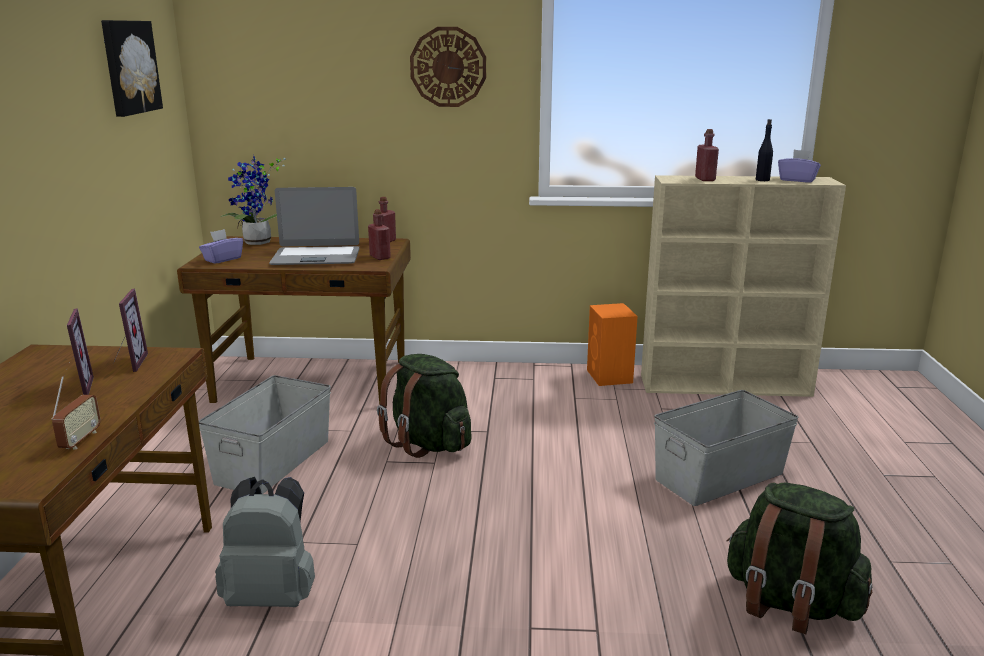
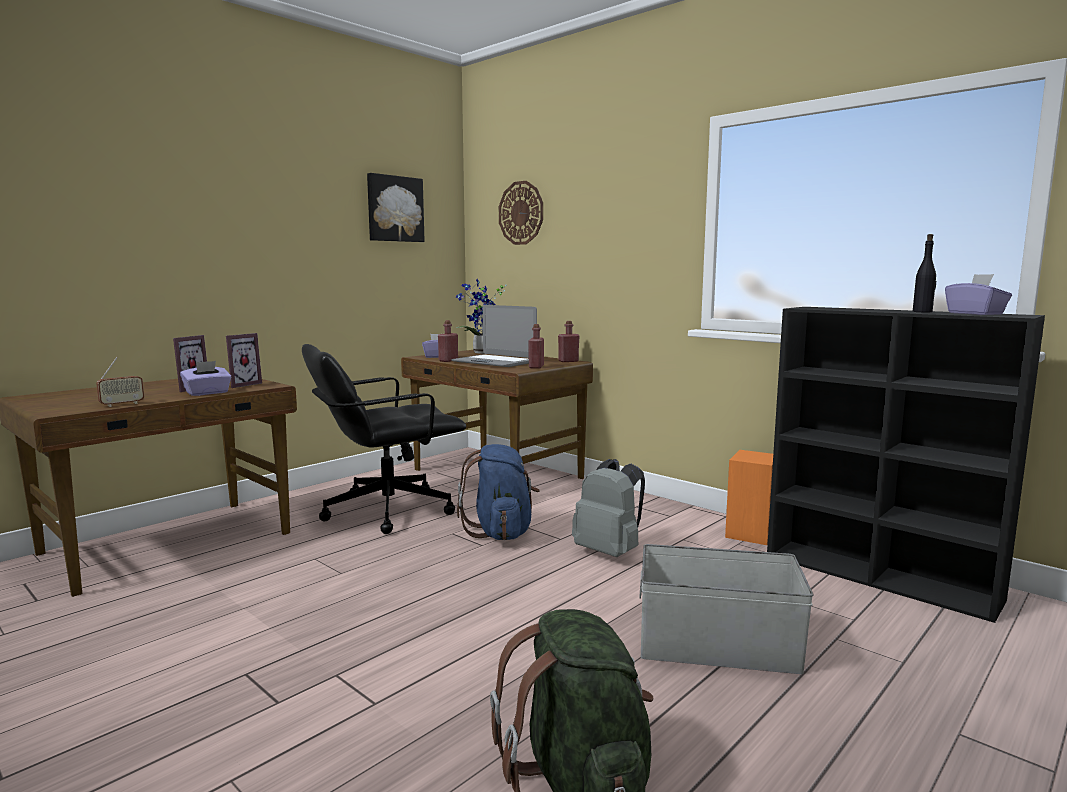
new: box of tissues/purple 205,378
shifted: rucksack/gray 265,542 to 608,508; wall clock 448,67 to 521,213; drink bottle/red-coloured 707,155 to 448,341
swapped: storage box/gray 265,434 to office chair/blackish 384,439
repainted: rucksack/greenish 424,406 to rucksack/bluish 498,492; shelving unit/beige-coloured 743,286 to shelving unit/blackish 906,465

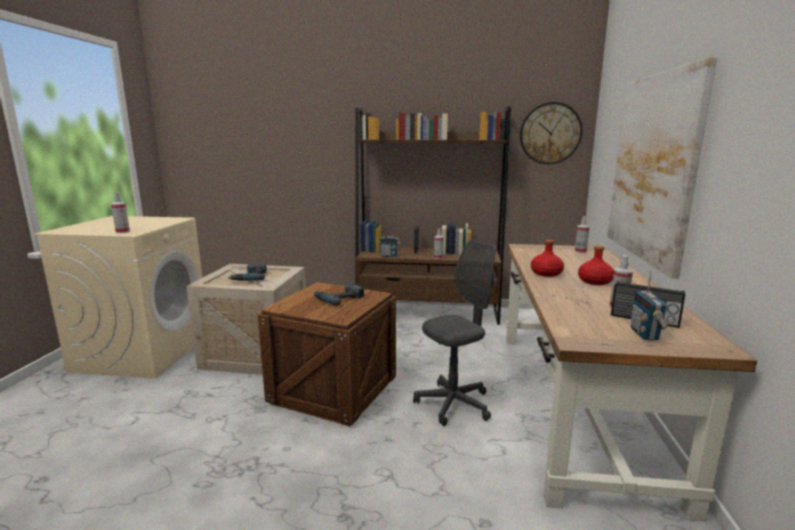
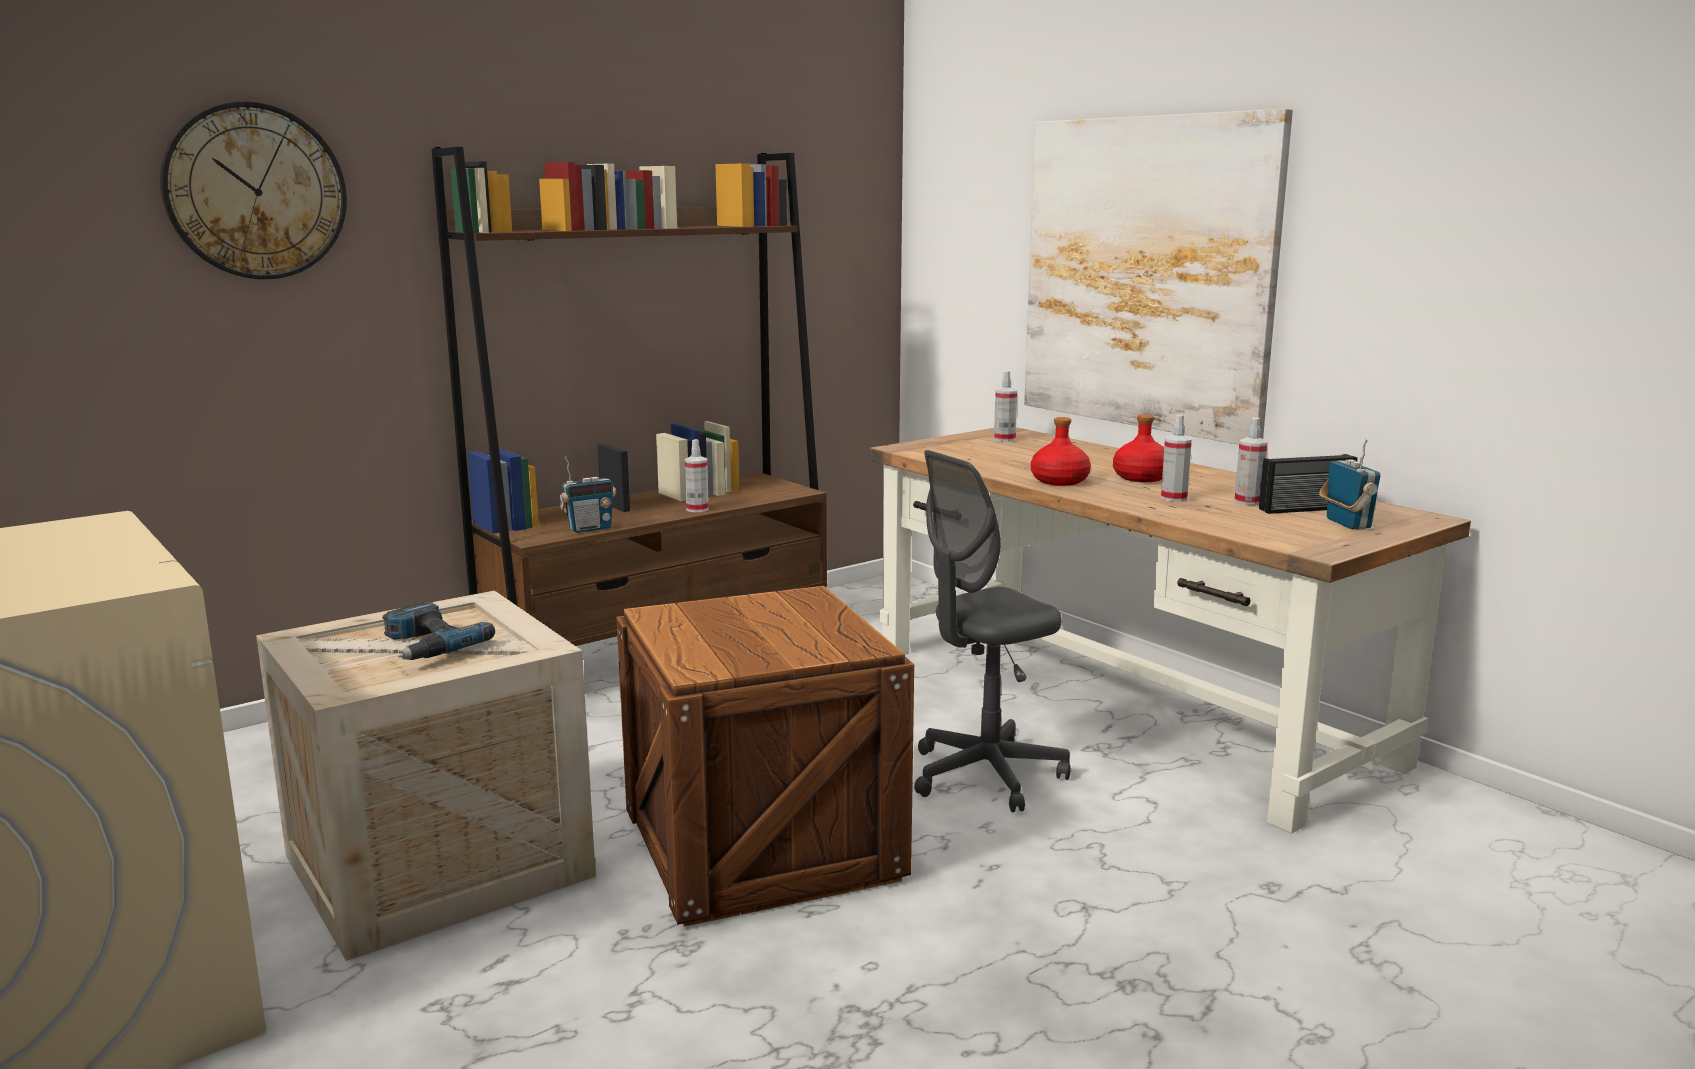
gone: power drill 338,294
shifted: hand sprayer 120,212 to 1176,458; wall clock 551,133 to 253,190
rotated: office chair/gray 454,333 = 992,631 135 degrees counterclockwise; radio 649,305 = 1349,484 150 degrees counterclockwise

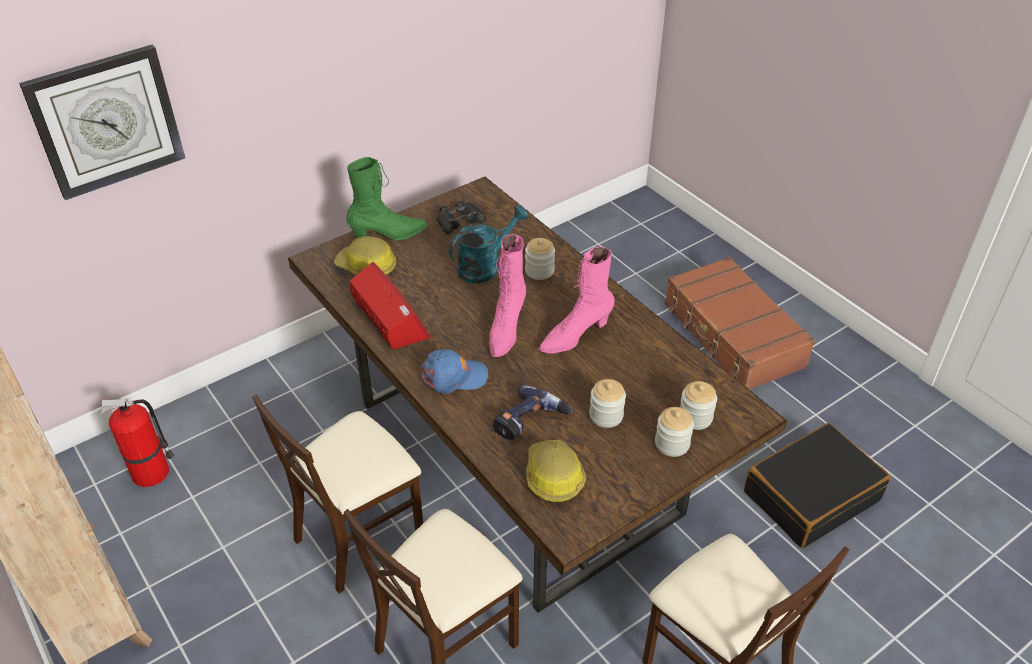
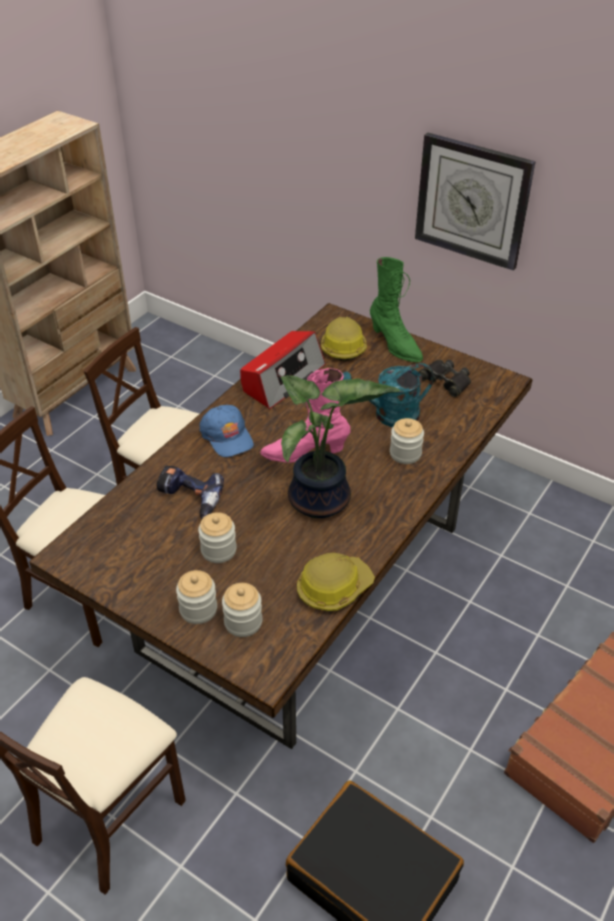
gone: fire extinguisher 137,443
shifted: wall clock 102,122 to 475,202; work helmet 556,471 to 336,582
swapped: high-top boot/pinkish 577,300 to plant in a pot 340,446
rotated: sprinkling can/blue-green 489,244 = 388,395 135 degrees clockwise

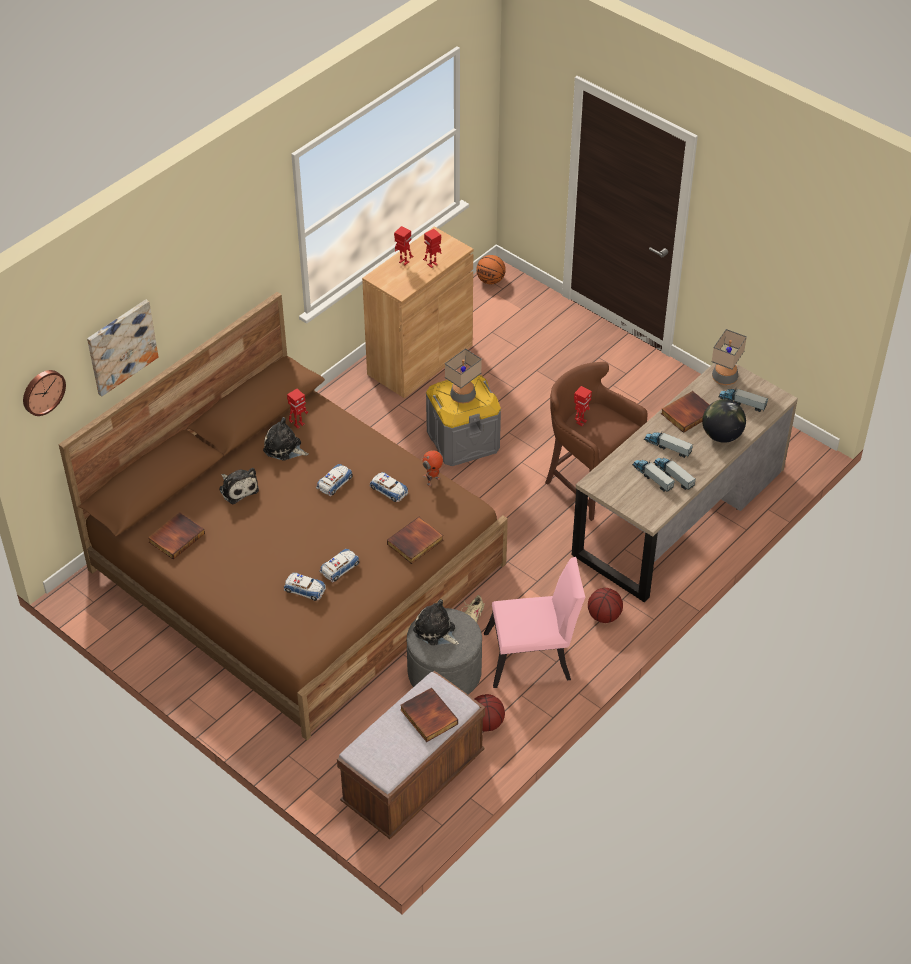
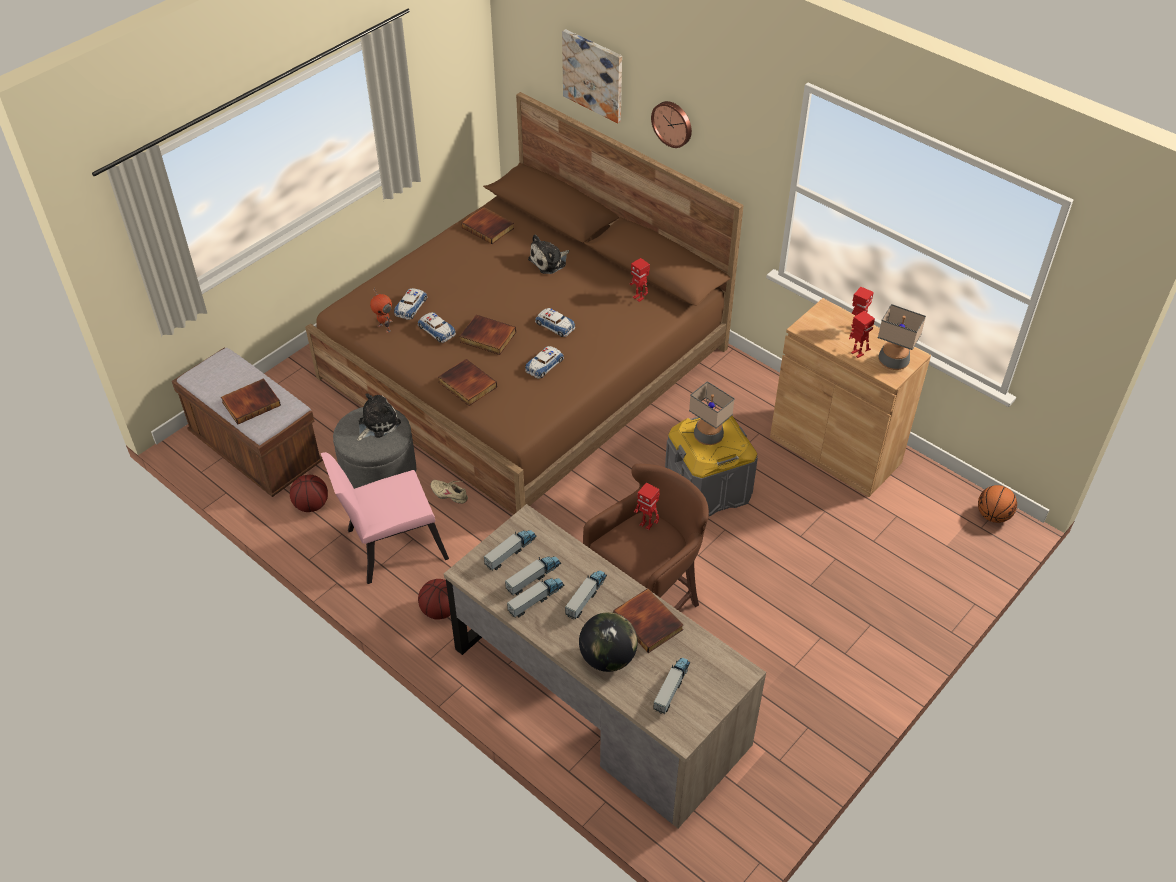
gone: soft toy 286,439
new: book 487,335; toy truck 510,550
shifted: wall clock 44,393 to 671,124; model robot 433,468 to 381,310; lamp for a table 729,357 to 902,337
rotated: upright chair/pinkish 534,622 = 385,518 75 degrees clockwise

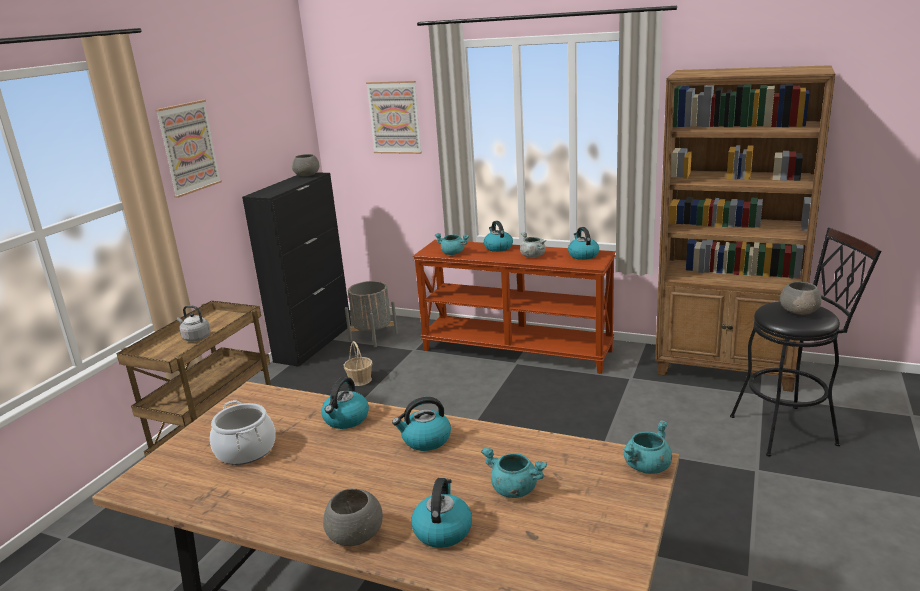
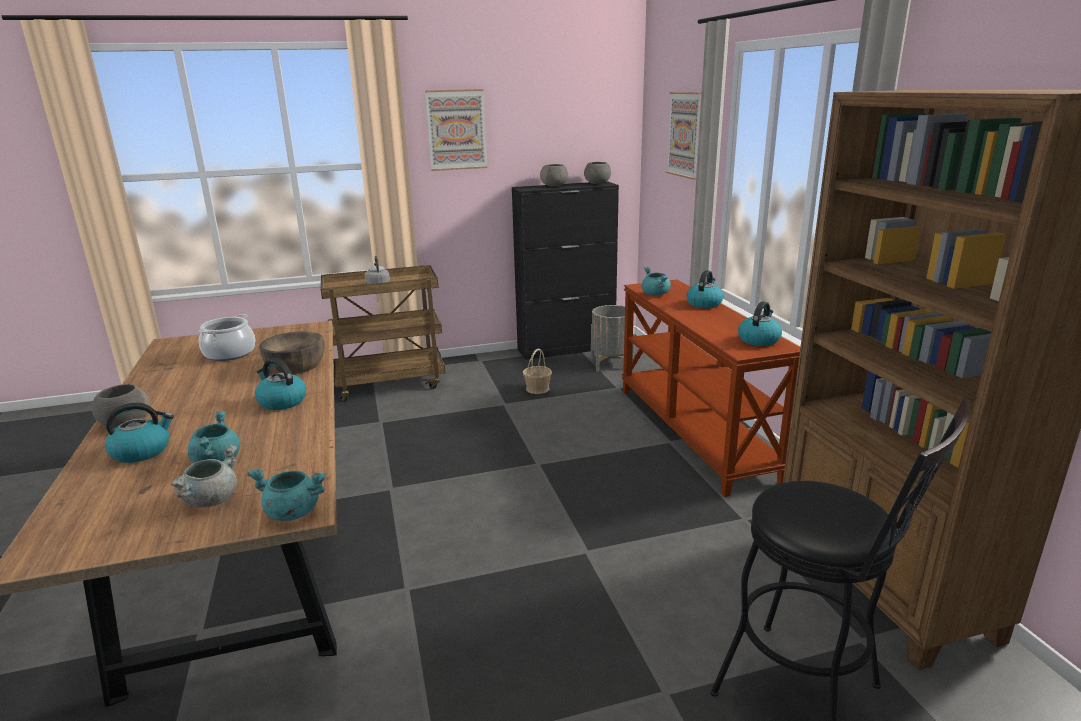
shifted: saucepot/gray 533,245 to 203,476; bowl/gray 801,298 to 554,175
swapped: kettle 345,403 to bowl/brown 292,352

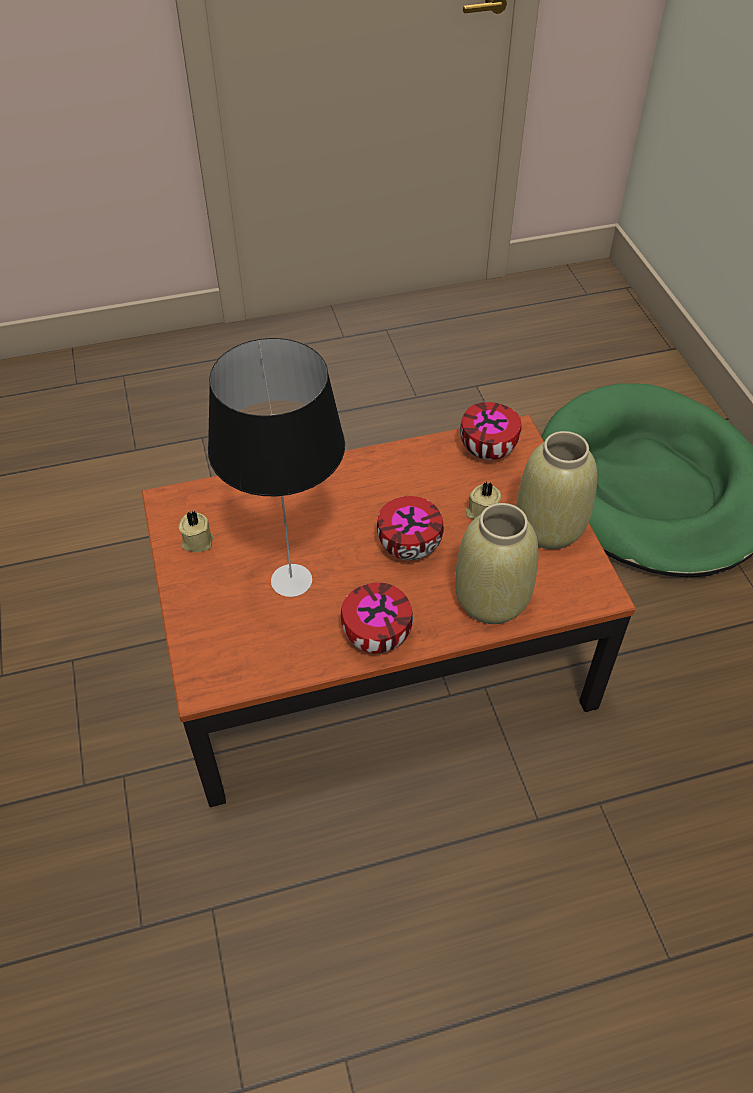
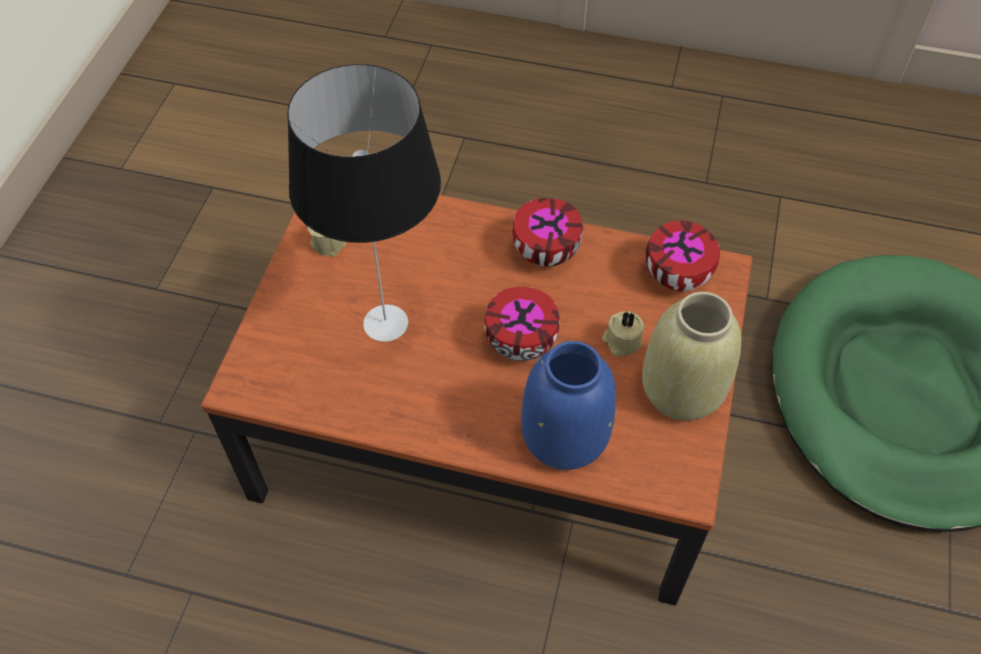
shifted: bowl 377,618 to 547,232
repainted: flower vase/beige-coloured 496,563 to flower vase/bluish 568,405

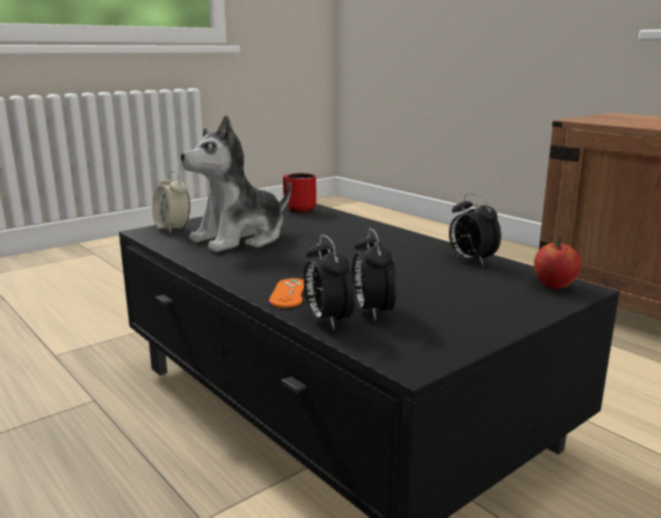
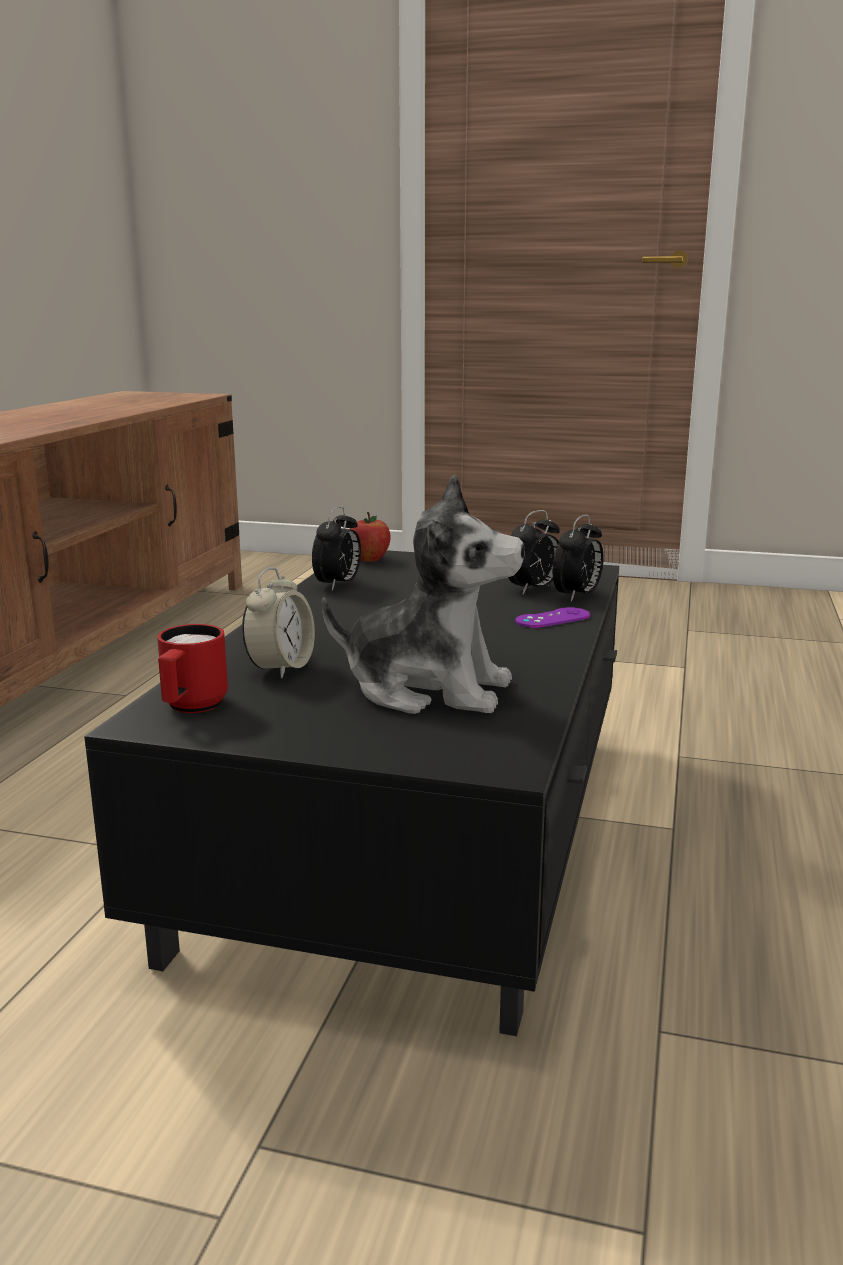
shifted: bedside clock 171,201 to 278,623
repainted: joypad/orange-coloured 286,293 to joypad/purple 552,617

